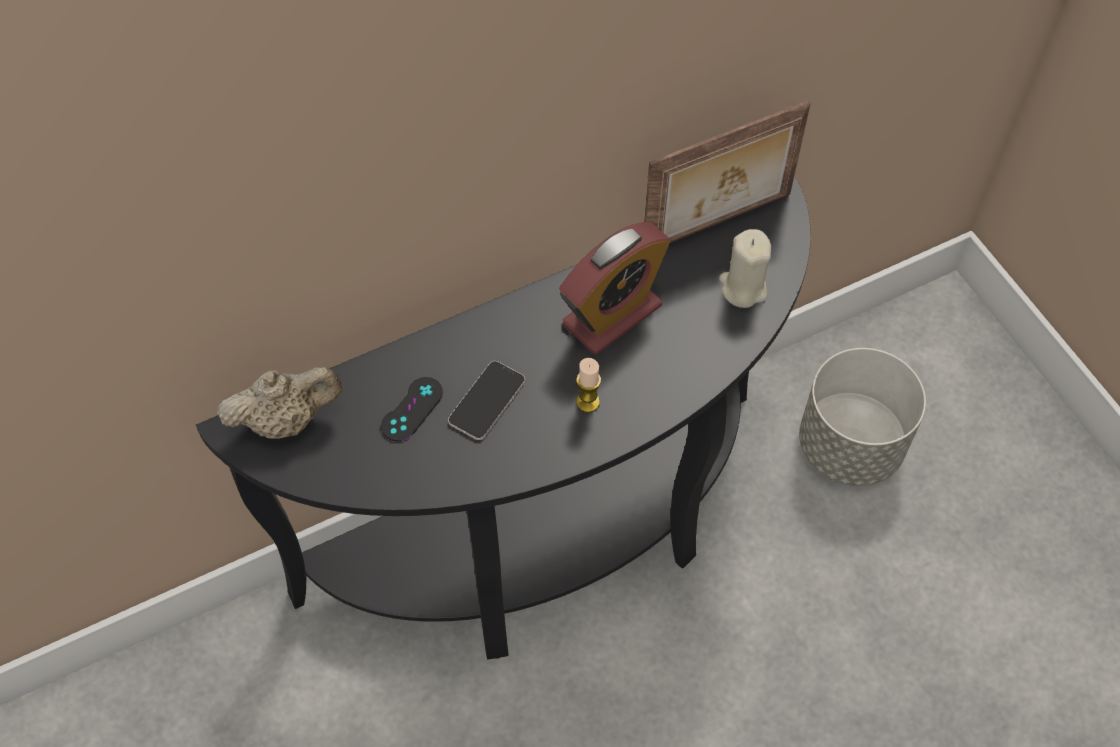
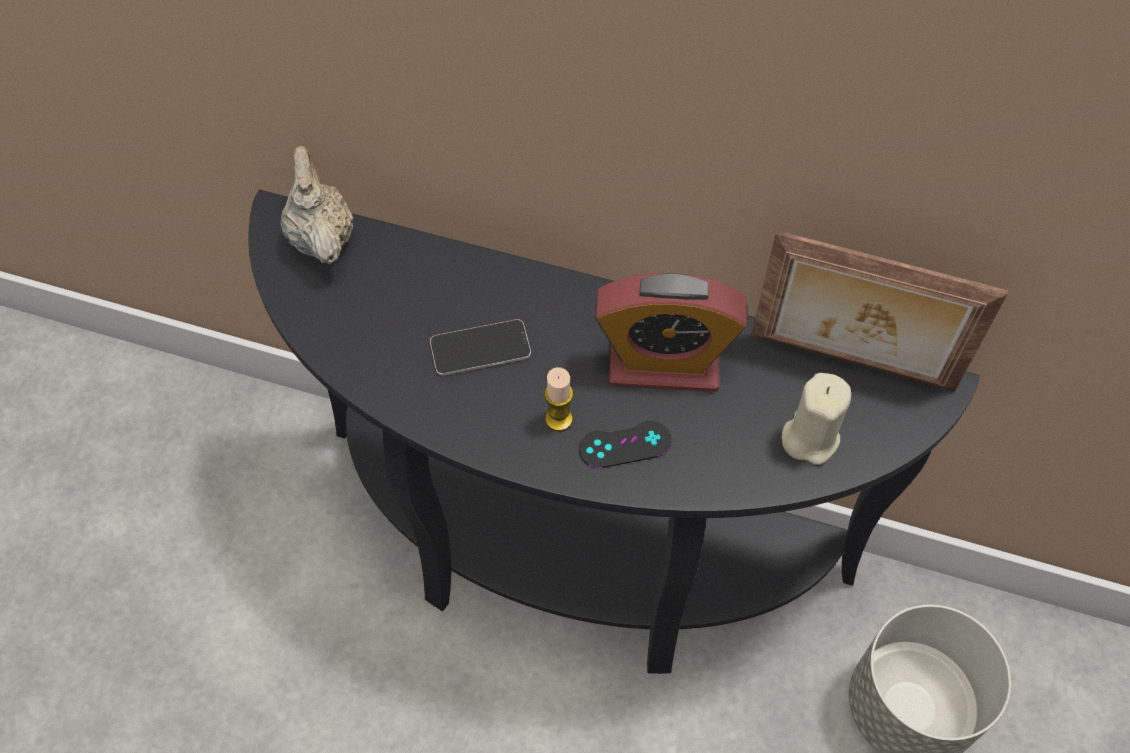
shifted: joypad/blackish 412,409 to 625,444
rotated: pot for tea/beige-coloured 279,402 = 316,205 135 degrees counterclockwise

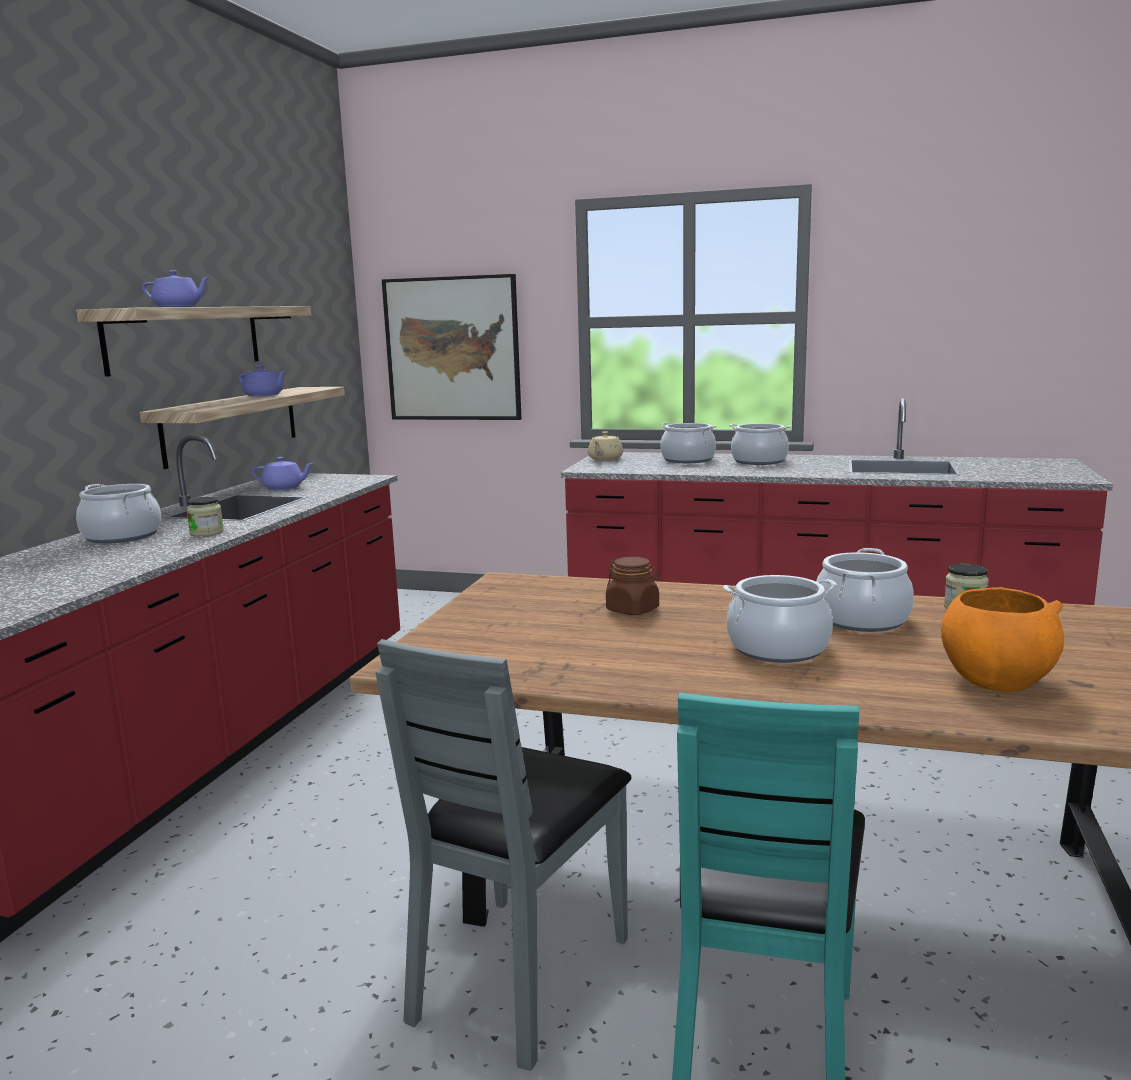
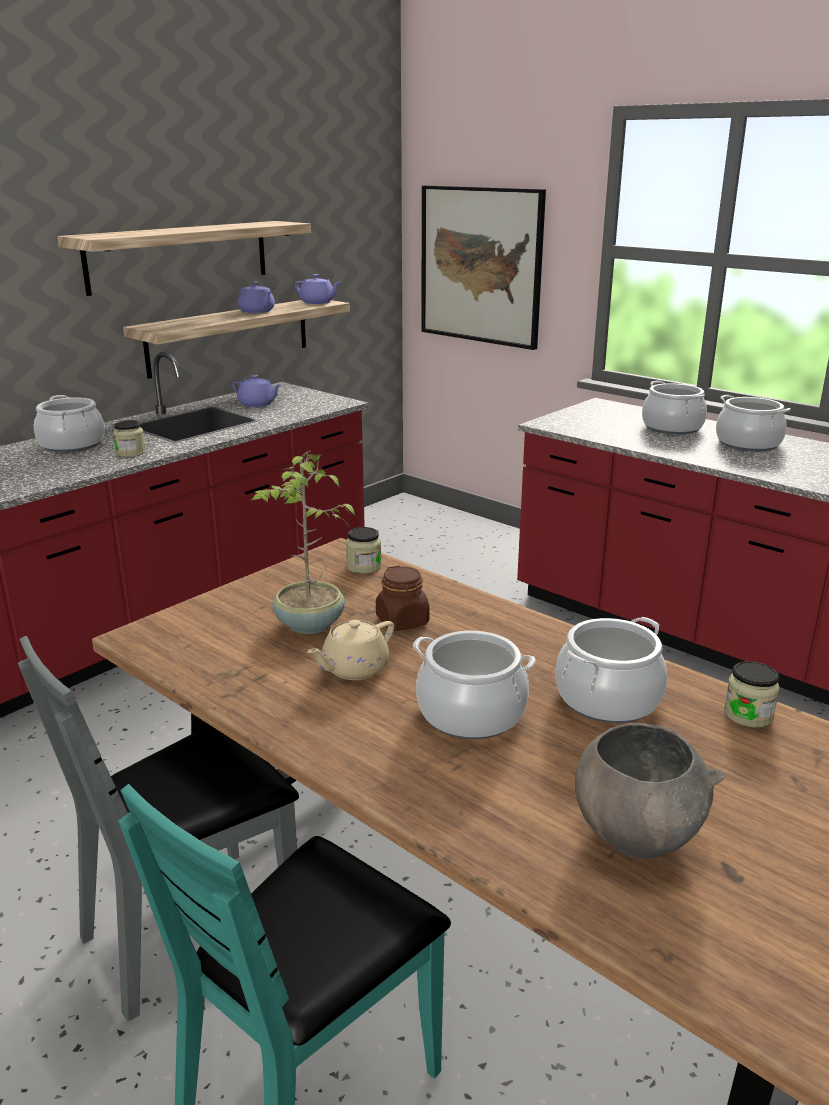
new: plant in a pot 303,542; storage jar 363,550
shifted: pot for tea/purple 176,288 to 318,289; pot for tea/beige-coloured 605,446 to 350,650
repainted: bowl/orange-coloured 1002,639 to bowl/gray 650,791

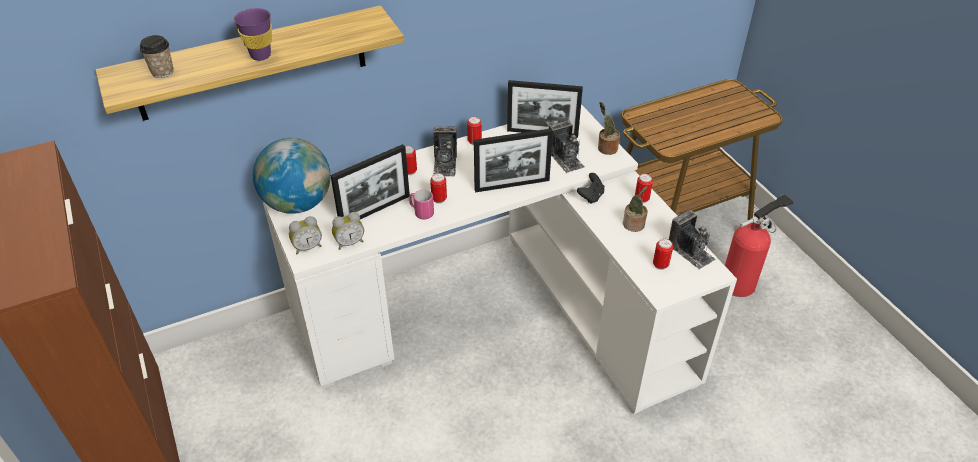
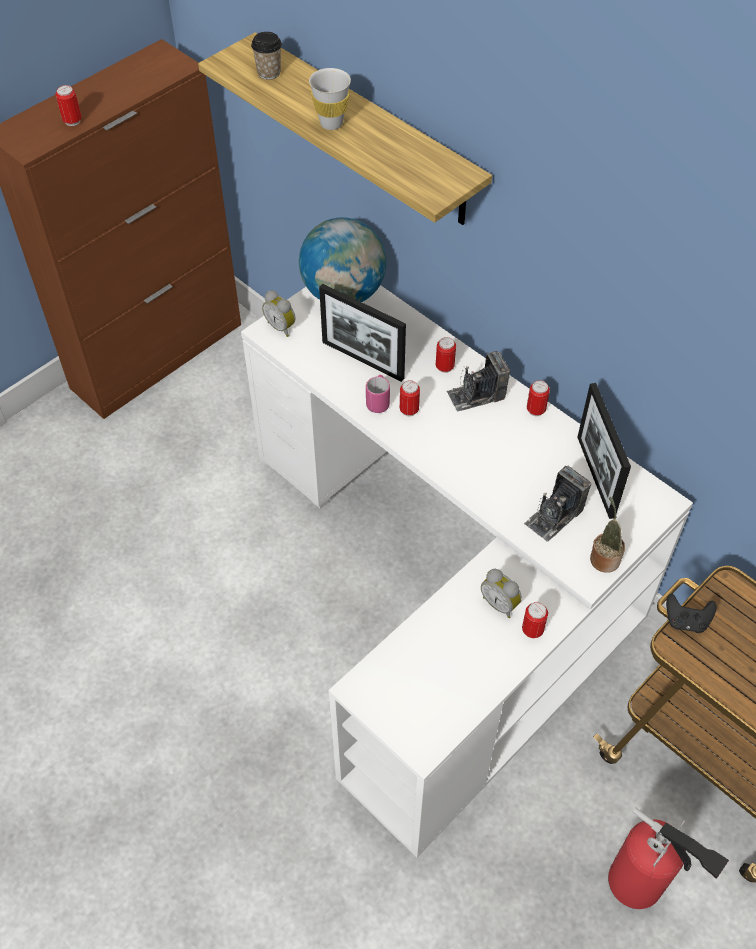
gone: picture frame 513,160; plant in a pot 635,209; photo camera 692,240
shifted: bedside clock 348,231 to 501,593; joypad/blackish 591,188 to 691,613; can 663,254 to 68,105
repainted: small cup/purple 253,34 to small cup/white 330,99

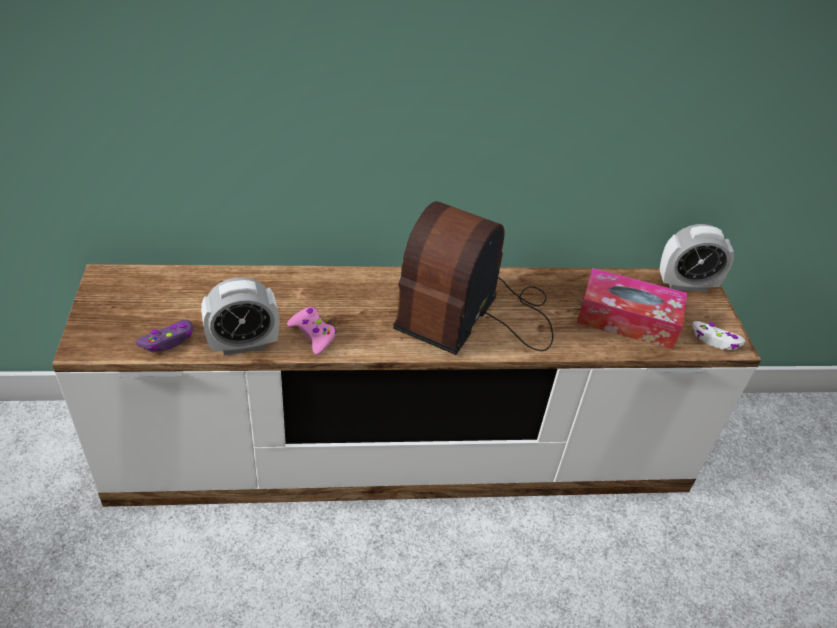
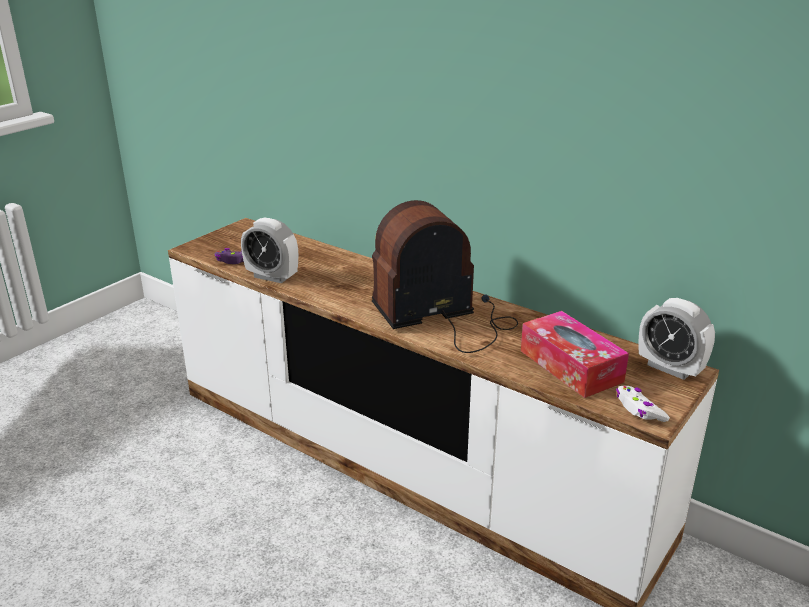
gone: joypad/pinkish 311,331

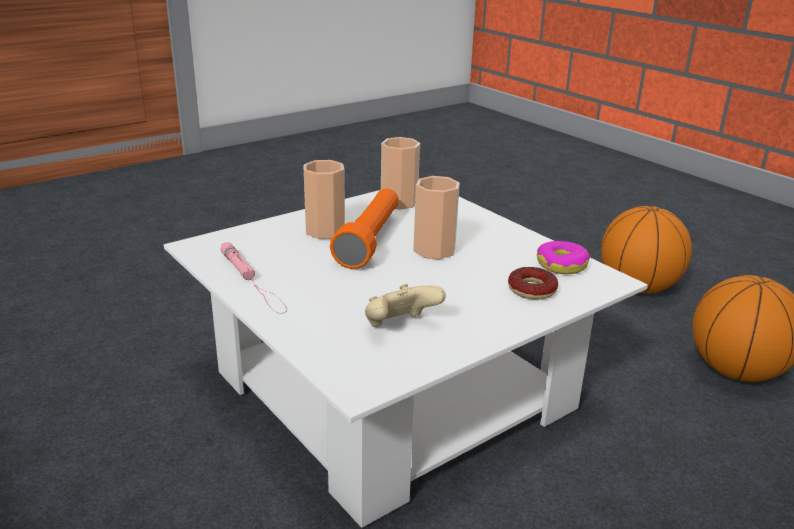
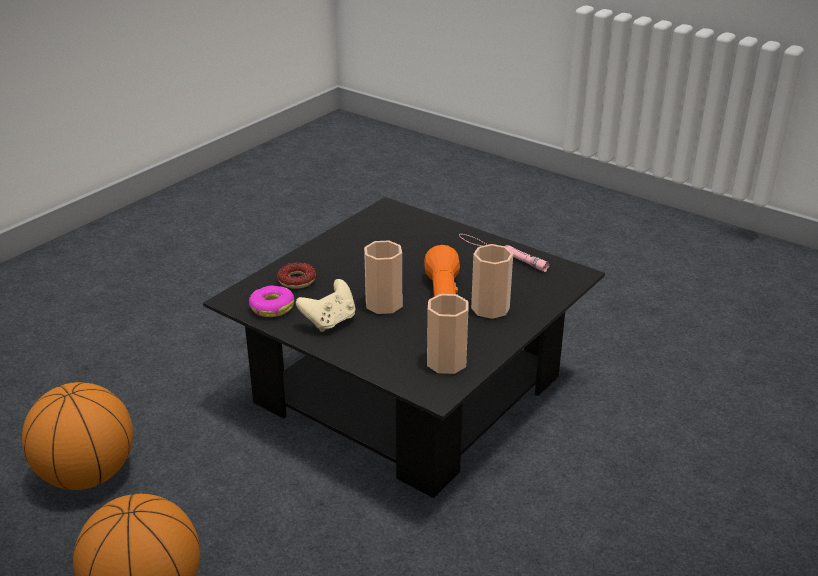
shifted: joypad/beige-coloured 405,305 to 325,305
repainted: lounge table/white 406,359 to lounge table/blackish 404,347

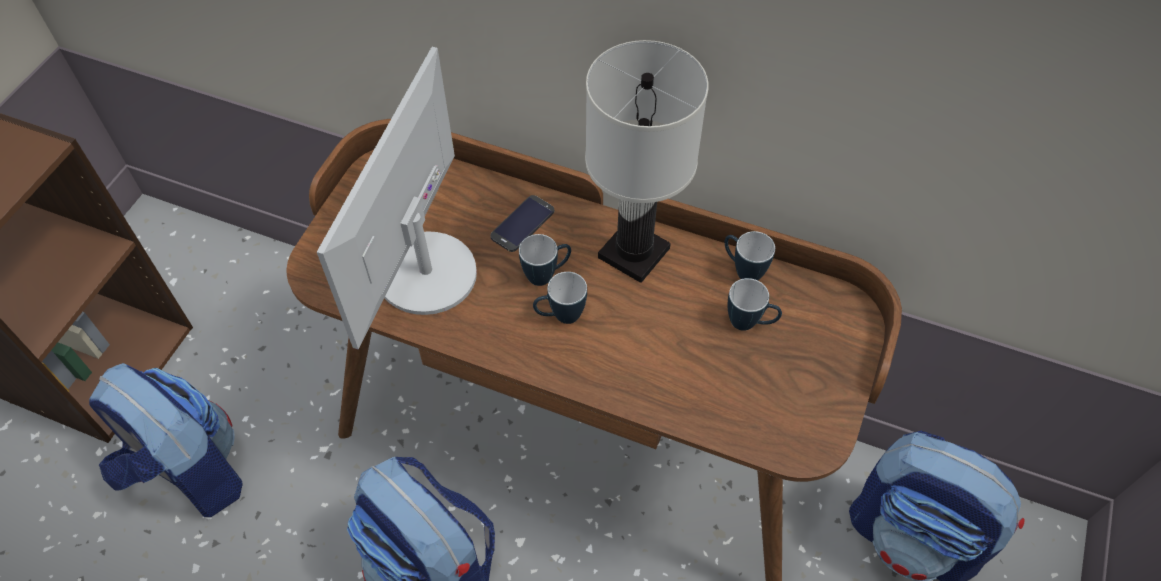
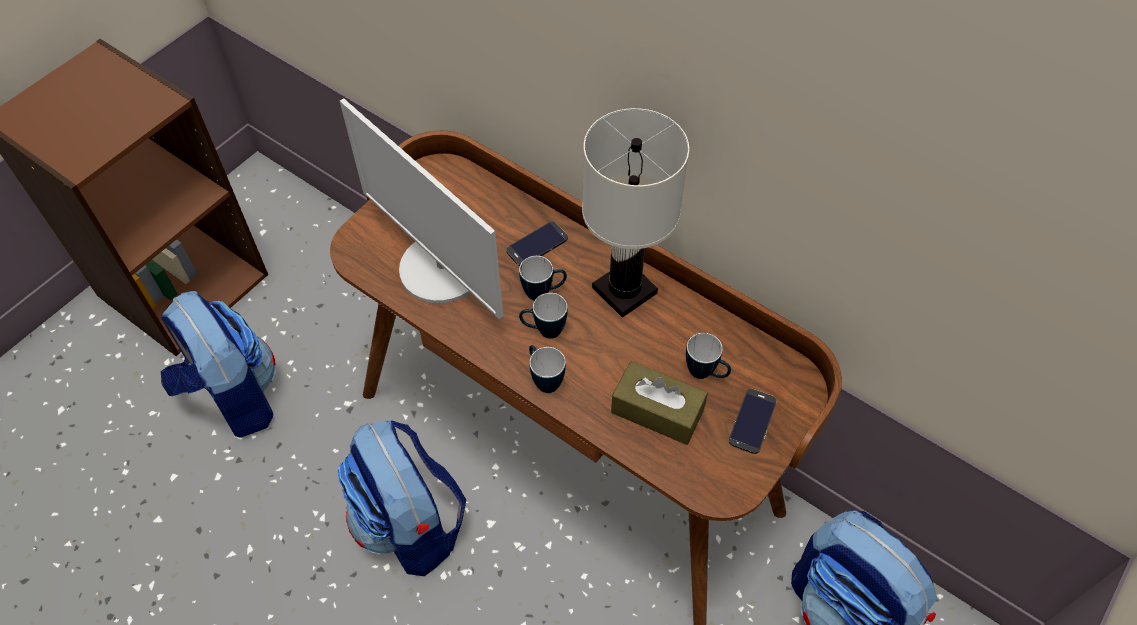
new: box of tissues/brown 659,403; telephone 753,421
shifted: tea mug 750,255 to 547,369
rotated: computer display 397,198 = 421,209 75 degrees counterclockwise

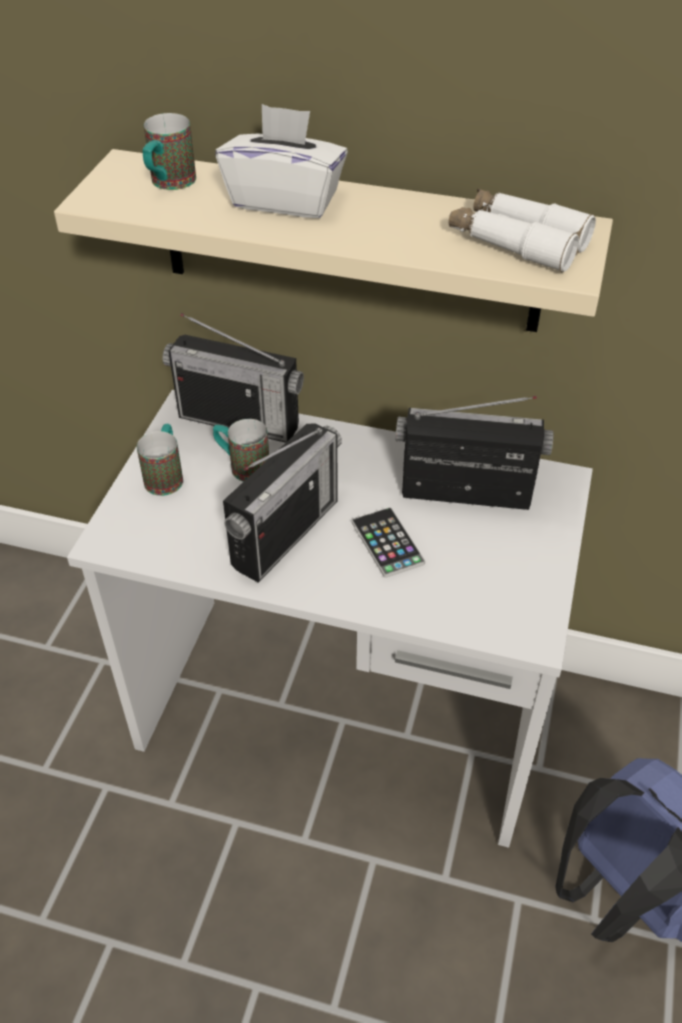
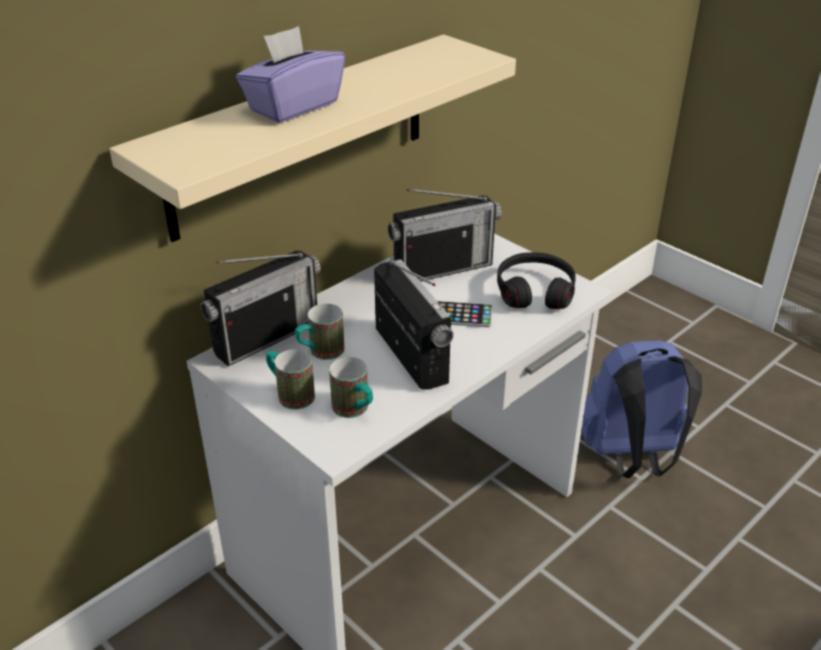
gone: field glasses/white 522,230
new: headset/blackish 536,280
shifted: tea mug 169,151 to 351,387
repainted: box of tissues/white 282,161 to box of tissues/purple 290,74
rotated: radio 475,453 = 445,235 150 degrees counterclockwise

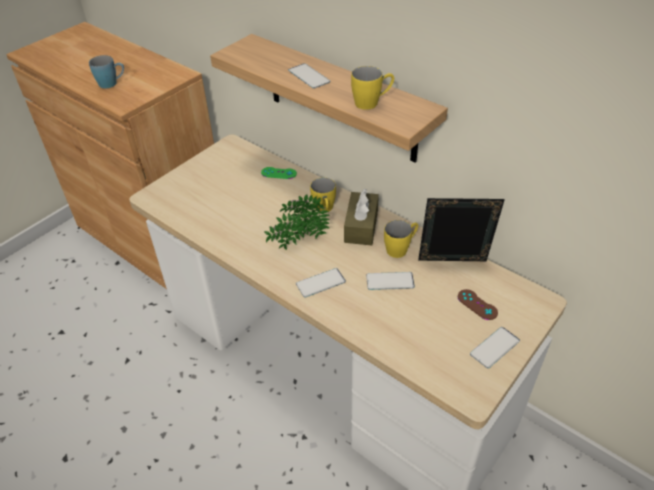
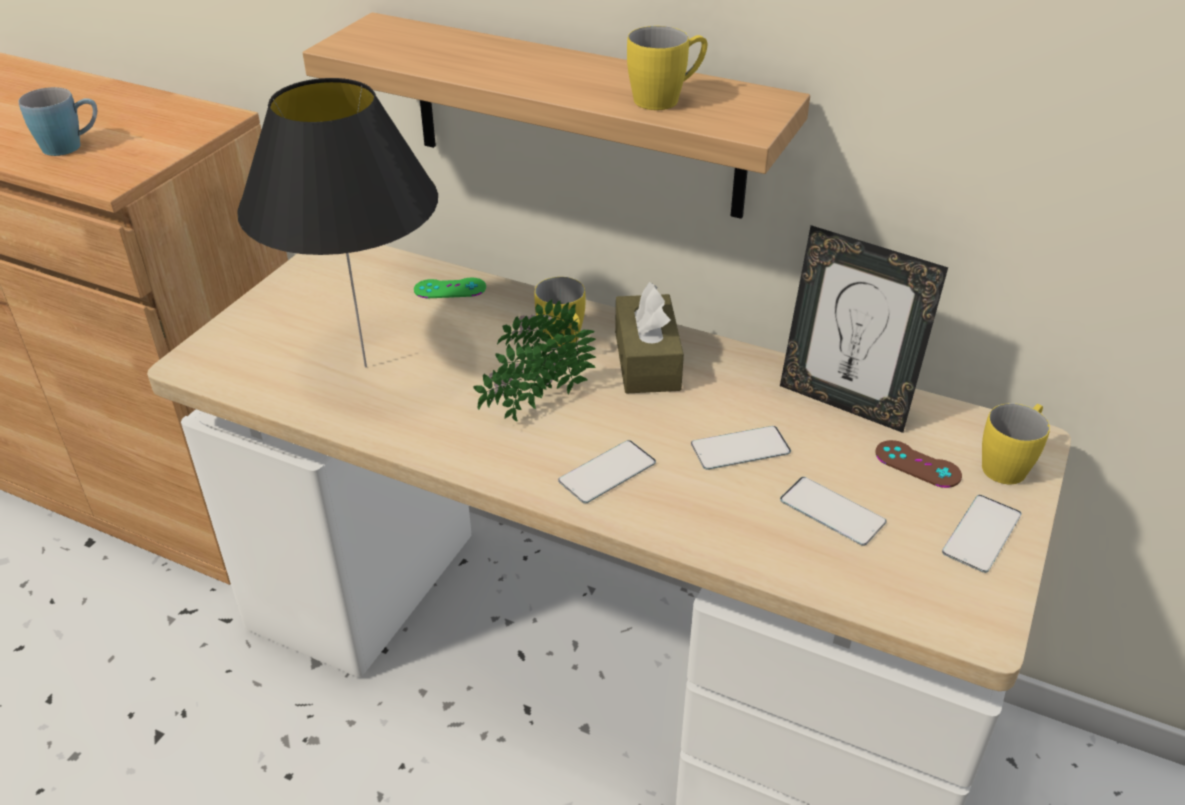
new: lamp for a table/blackish 337,223
shifted: telephone 309,75 to 833,511; tea mug/yellowish 401,239 to 1016,443
rotated: picture frame 461,229 = 864,329 135 degrees counterclockwise

